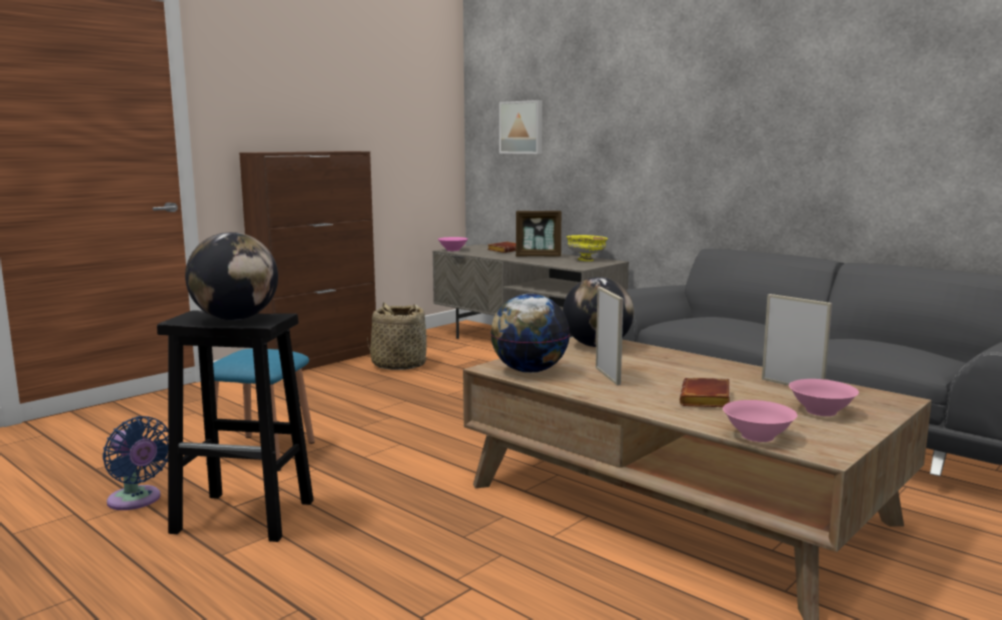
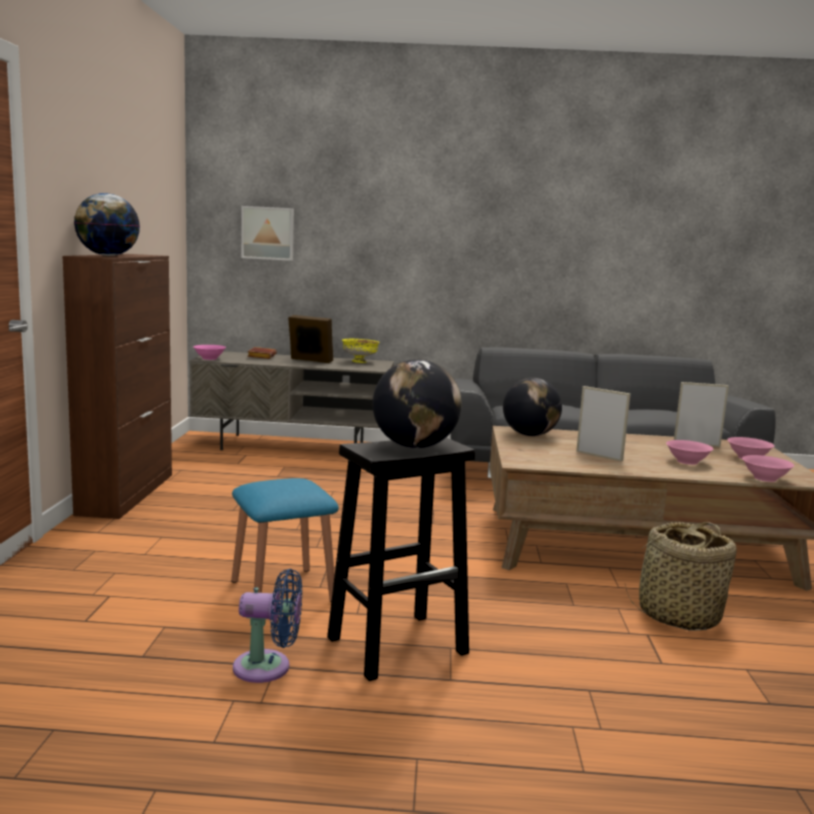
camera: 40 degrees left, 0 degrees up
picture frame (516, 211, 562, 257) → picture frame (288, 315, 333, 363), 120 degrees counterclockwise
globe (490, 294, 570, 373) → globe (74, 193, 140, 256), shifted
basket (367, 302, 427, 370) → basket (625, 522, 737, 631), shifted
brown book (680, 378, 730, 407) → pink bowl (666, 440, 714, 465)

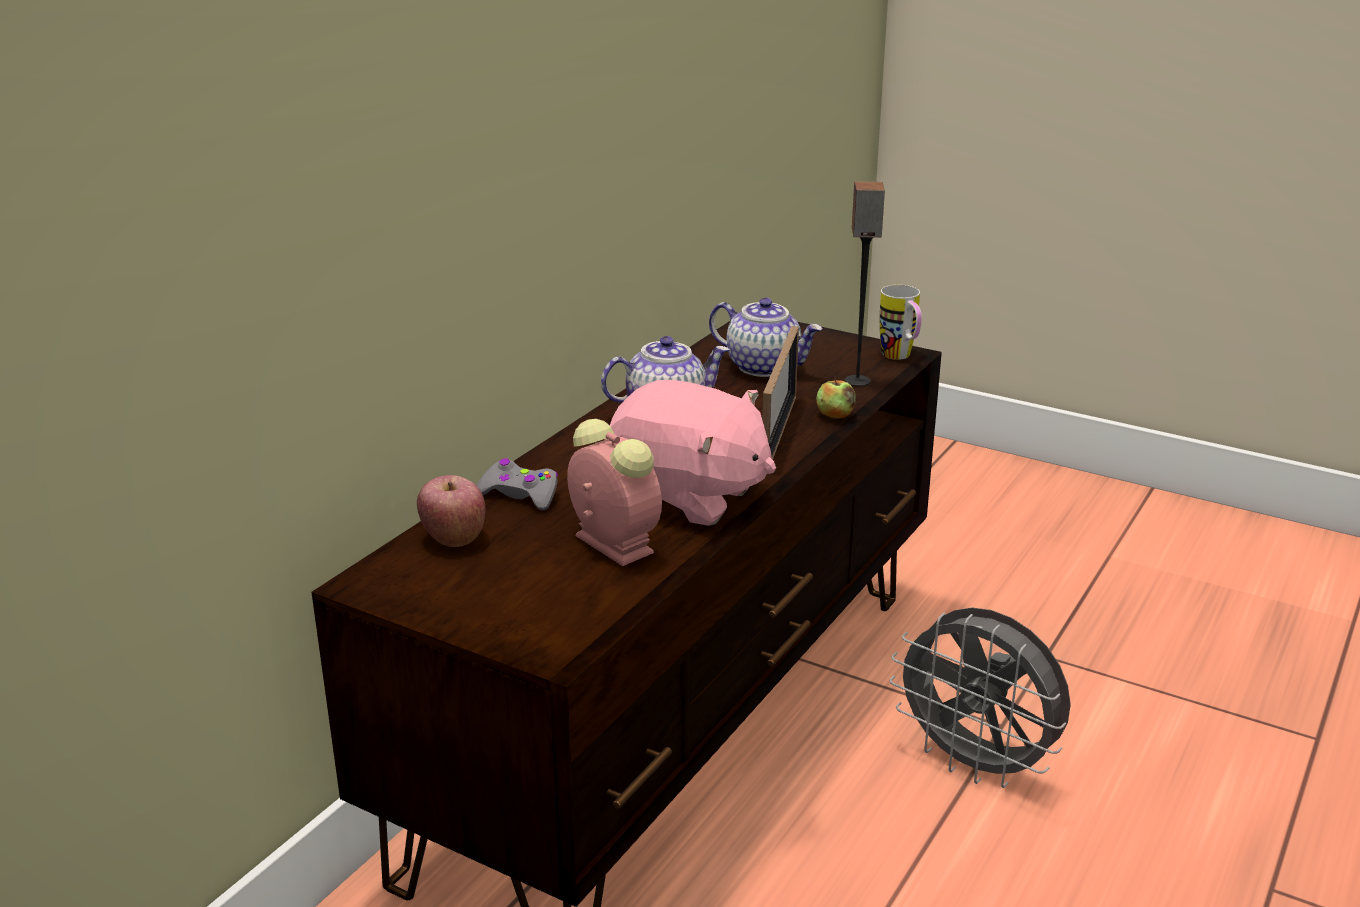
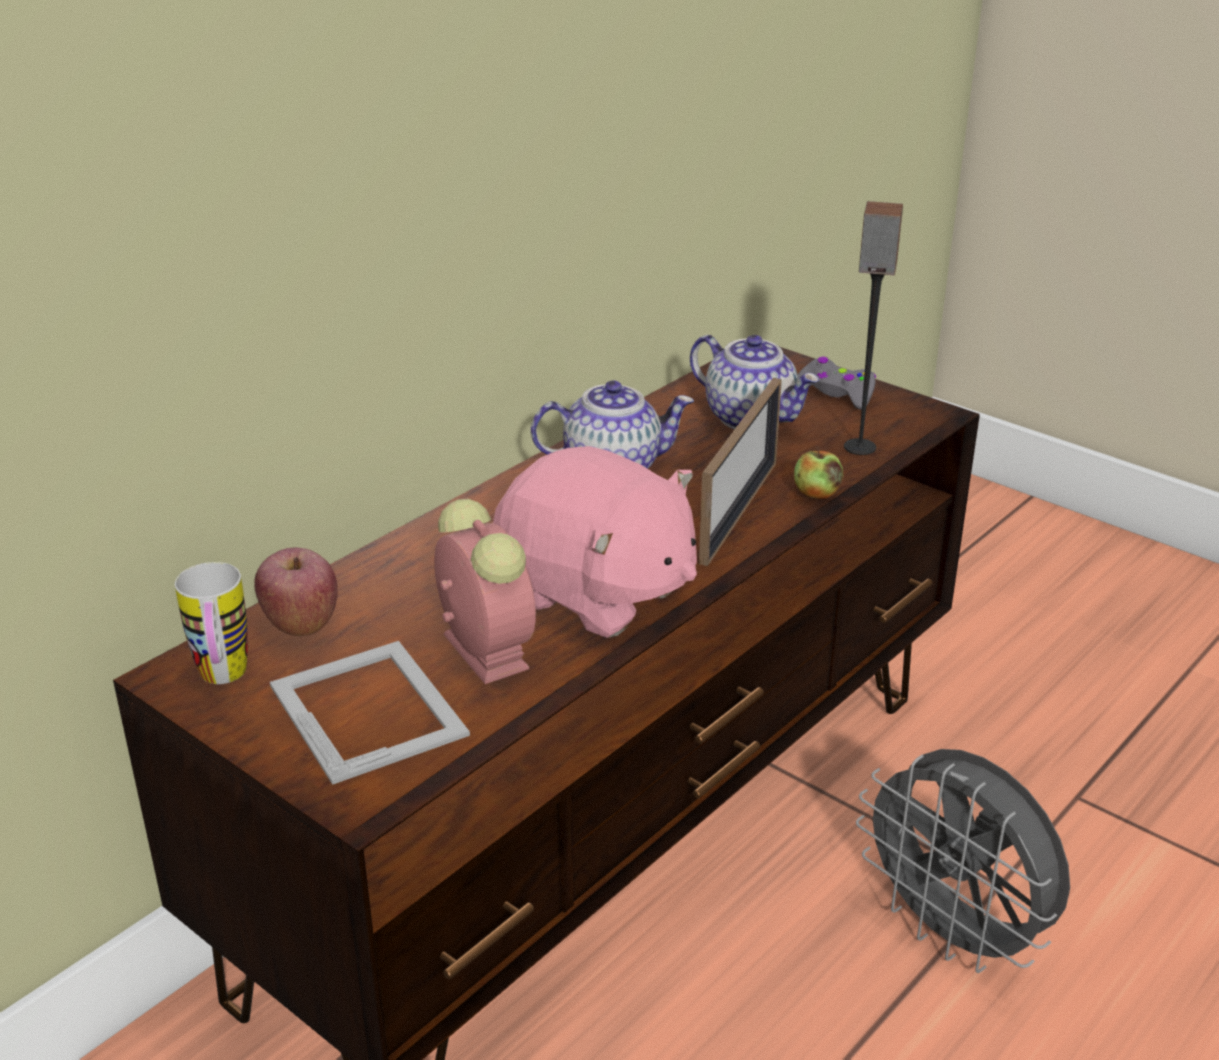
camera: 10 degrees right, 5 degrees up
mug (880, 285, 922, 360) → mug (175, 562, 248, 684), shifted
grey game controller (476, 458, 558, 510) → grey game controller (798, 356, 876, 410), shifted
- → picture frame (270, 641, 470, 785)

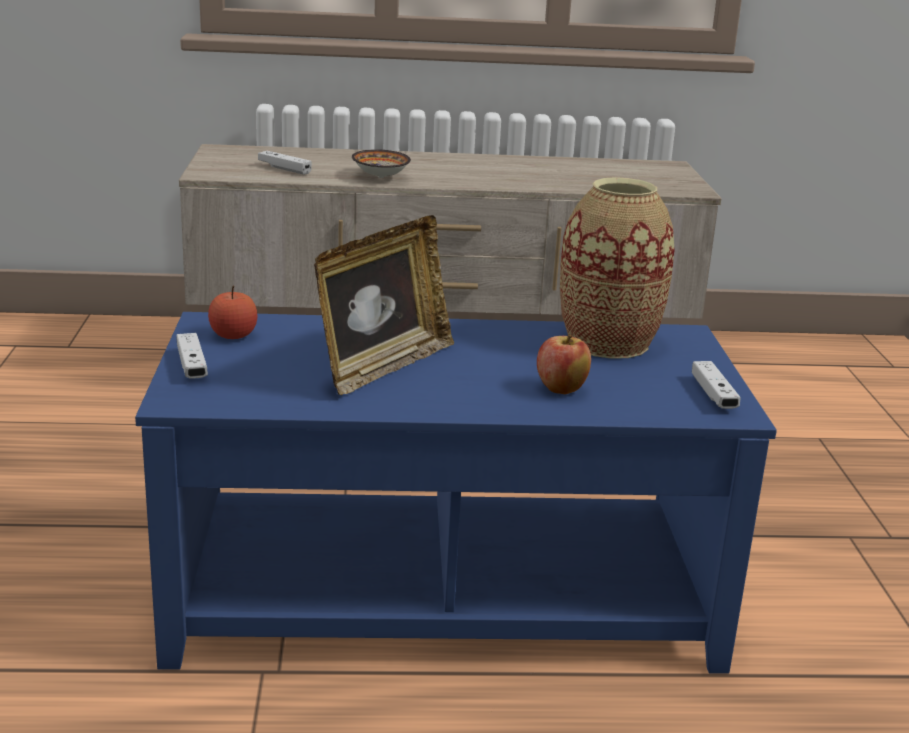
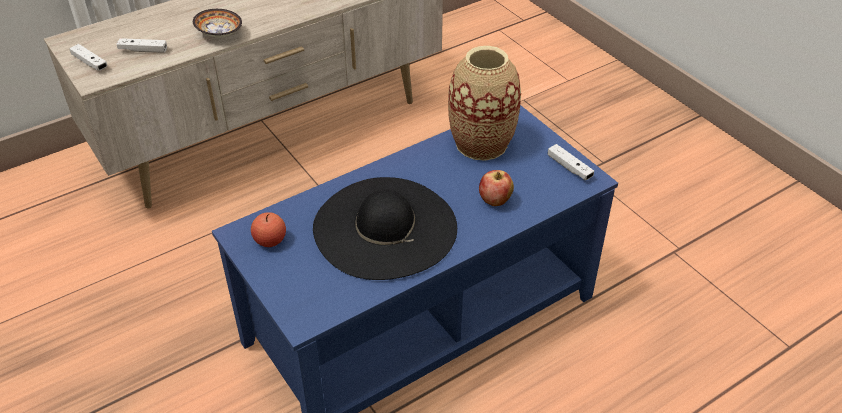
camera: 30 degrees left, 20 degrees up
picture frame (314, 215, 454, 395) → black hat (313, 177, 457, 280)
white game controller (176, 333, 208, 379) → white game controller (69, 44, 108, 71), shifted

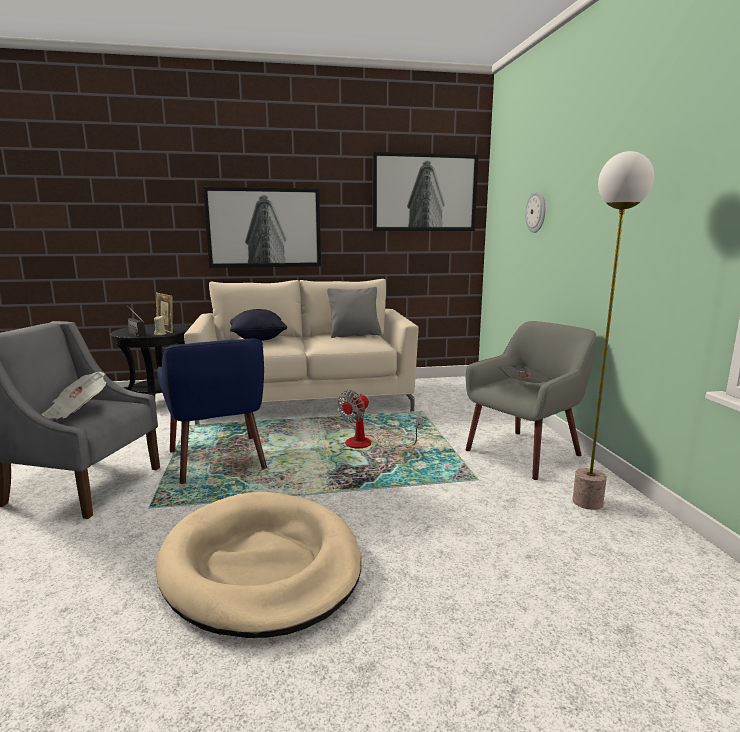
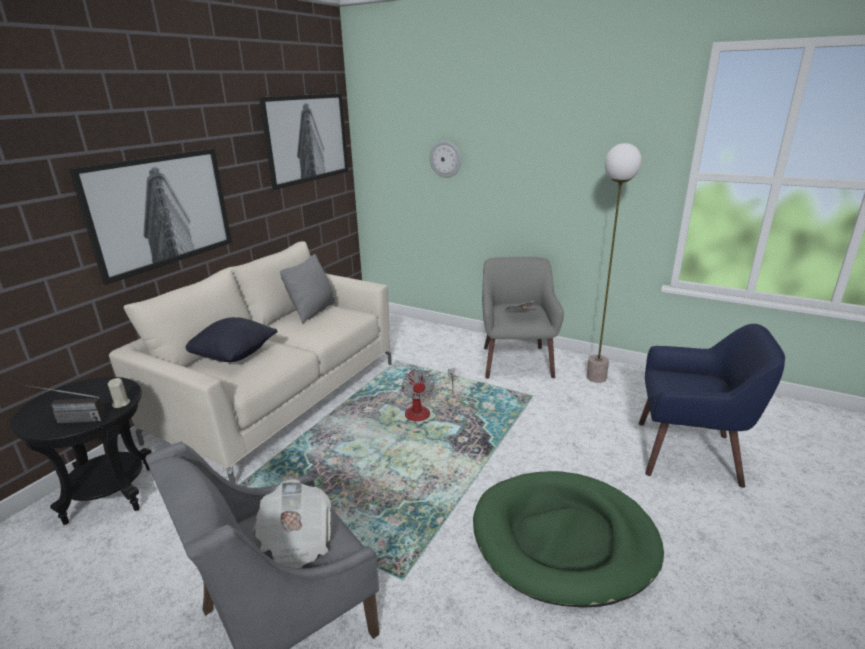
camera: 50 degrees left, 10 degrees up
picture frame (156, 293, 173, 333) → -
blue armchair (157, 339, 267, 484) → blue armchair (639, 324, 785, 488), shifted
beige dog bed (156, 491, 361, 638) → green dog bed (473, 471, 664, 608)

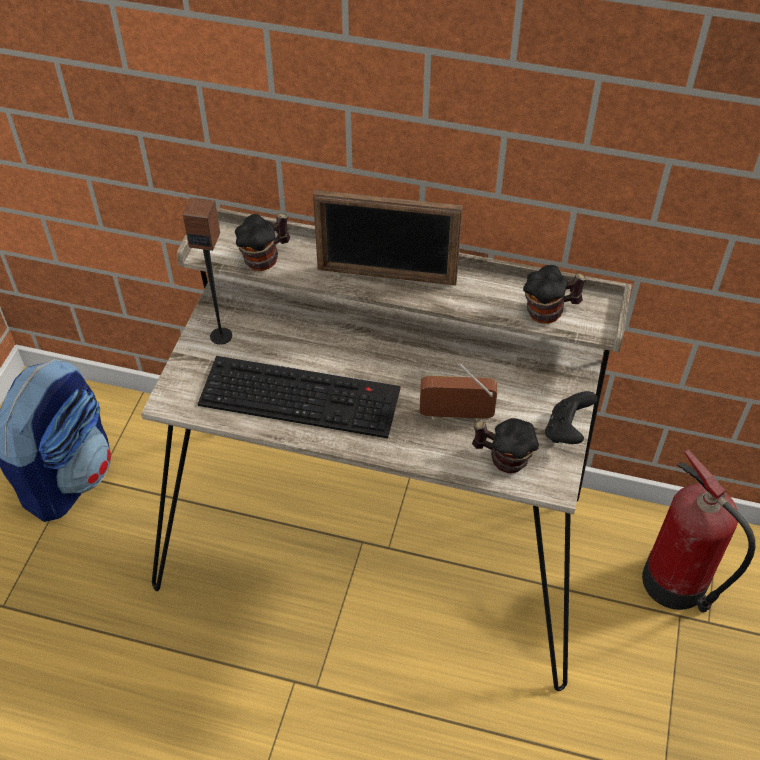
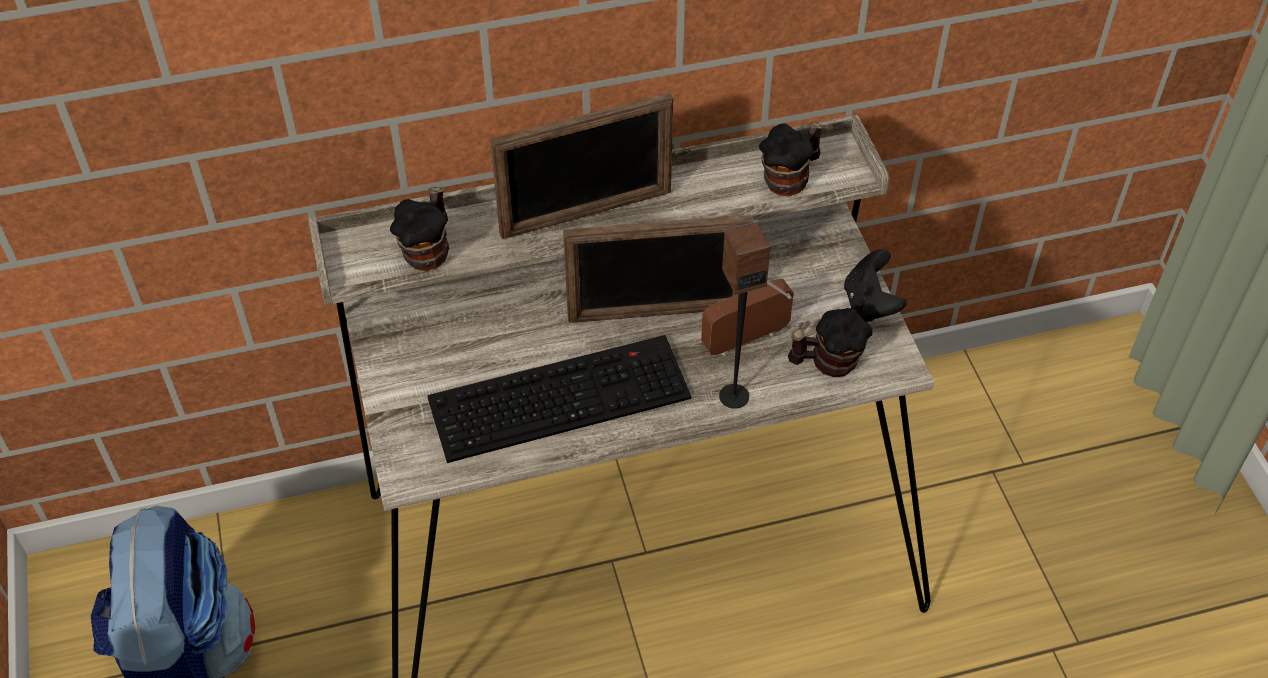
camera: 30 degrees left, 0 degrees up
speaker (183, 197, 232, 345) → speaker (719, 222, 771, 409), shifted
fire extinguisher (642, 450, 755, 612) → -
- → picture frame (563, 215, 753, 323)

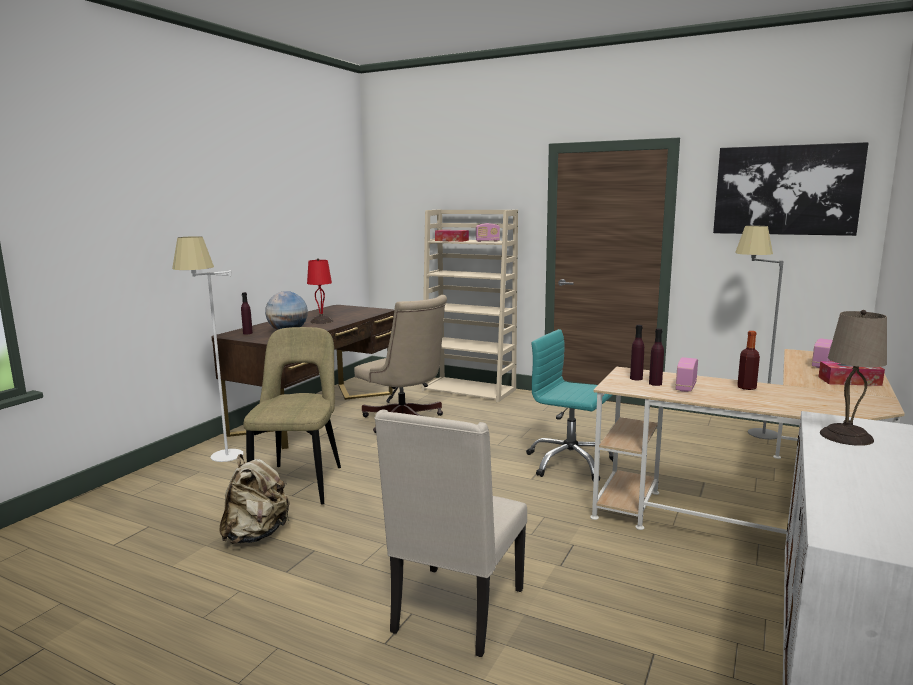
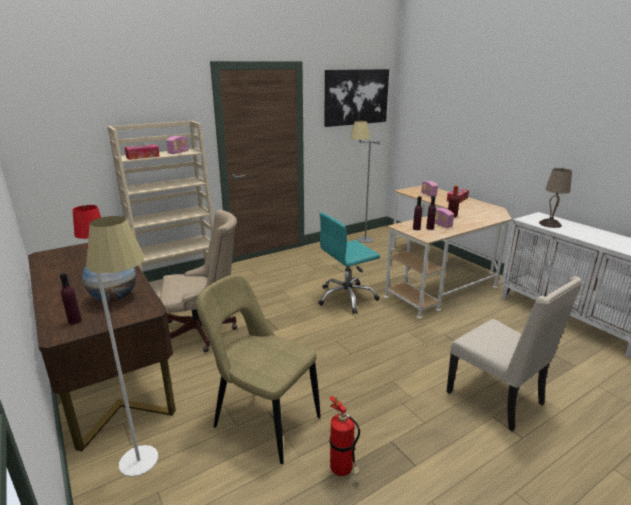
camera: 60 degrees left, 10 degrees up
beige backpack (219, 454, 290, 544) → fire extinguisher (329, 396, 360, 476)

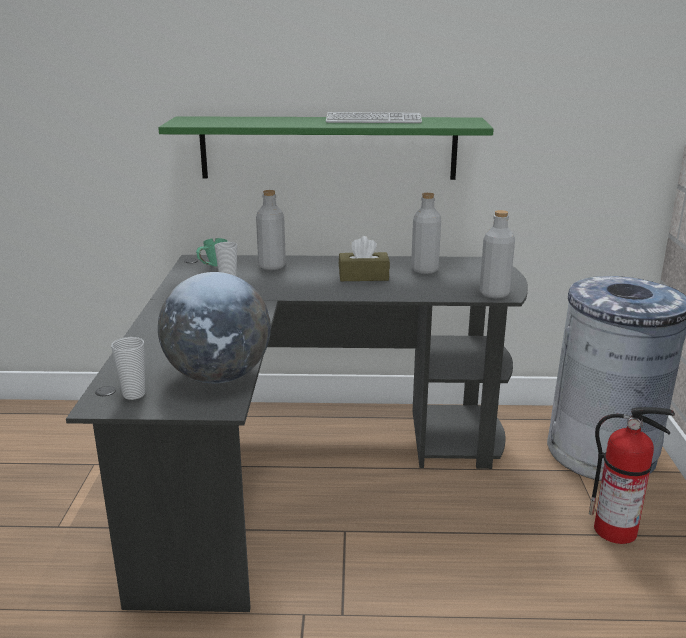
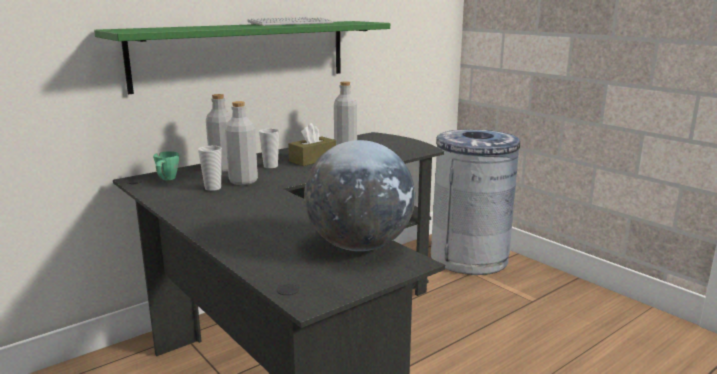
camera: 40 degrees left, 5 degrees down
grey bottle (479, 210, 515, 298) → grey bottle (225, 101, 258, 185), shifted
cup (111, 337, 145, 400) → cup (259, 129, 279, 168), shifted
fire extinguisher (589, 407, 675, 544) → -

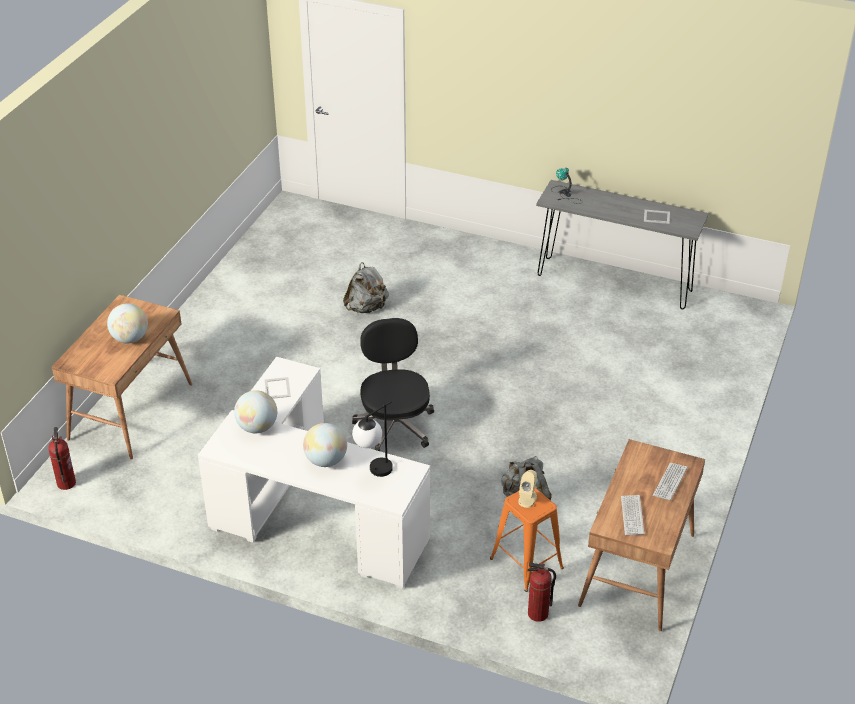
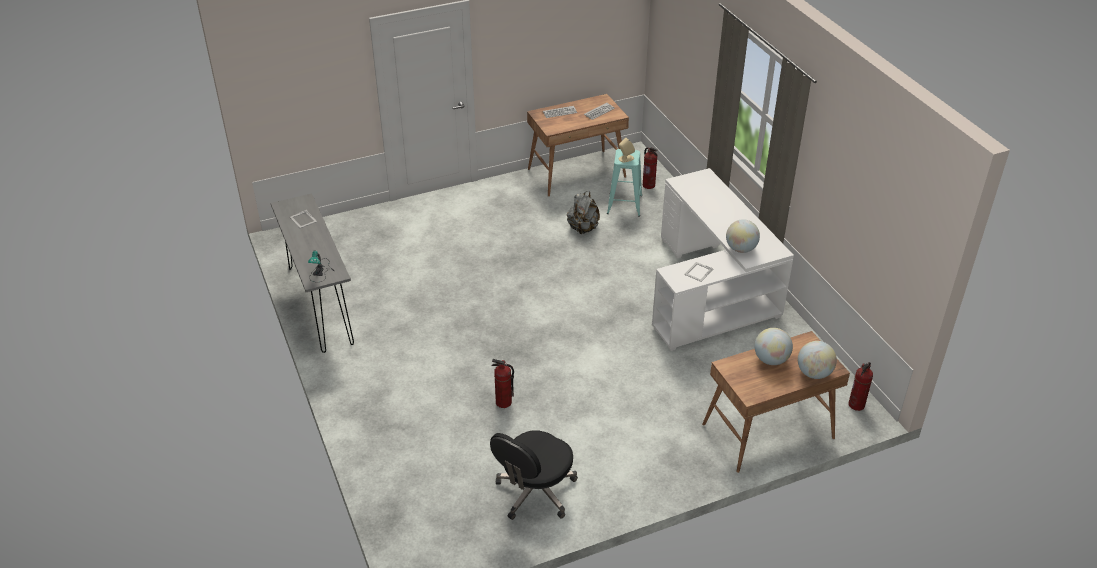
camera: 135 degrees left, 0 degrees up
grey backpack (343, 262, 389, 313) → fire extinguisher (492, 359, 514, 408)
black office chair (352, 318, 434, 451) → black office chair (490, 430, 578, 520), shifted
table lamp (352, 401, 393, 477) → -
globe (303, 423, 347, 467) → globe (798, 341, 837, 379), shifted
orange stool (490, 488, 564, 592) → turquoise stool (607, 149, 642, 217)

